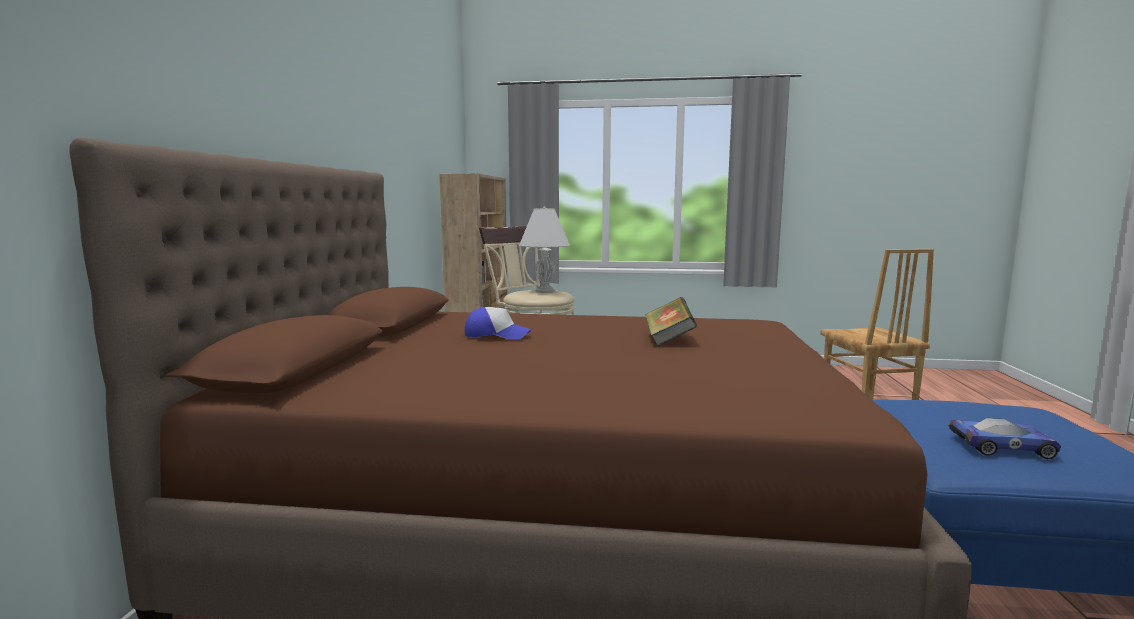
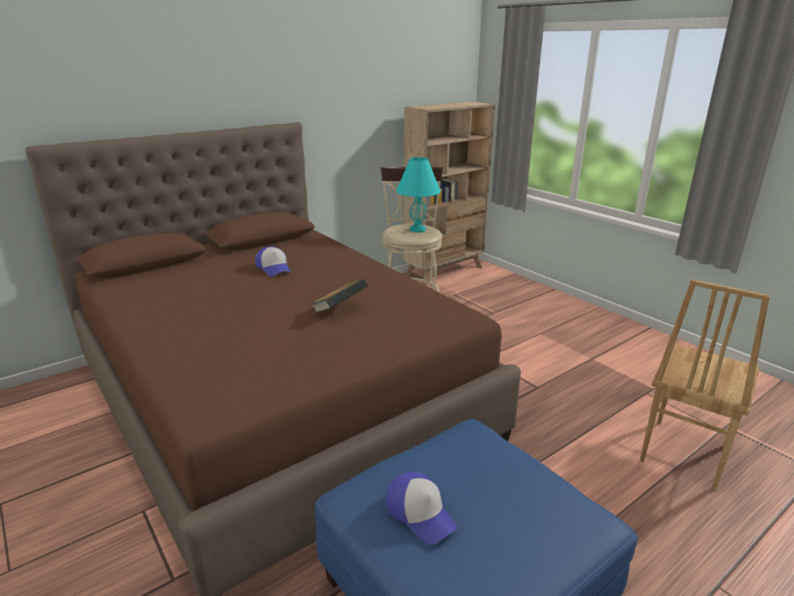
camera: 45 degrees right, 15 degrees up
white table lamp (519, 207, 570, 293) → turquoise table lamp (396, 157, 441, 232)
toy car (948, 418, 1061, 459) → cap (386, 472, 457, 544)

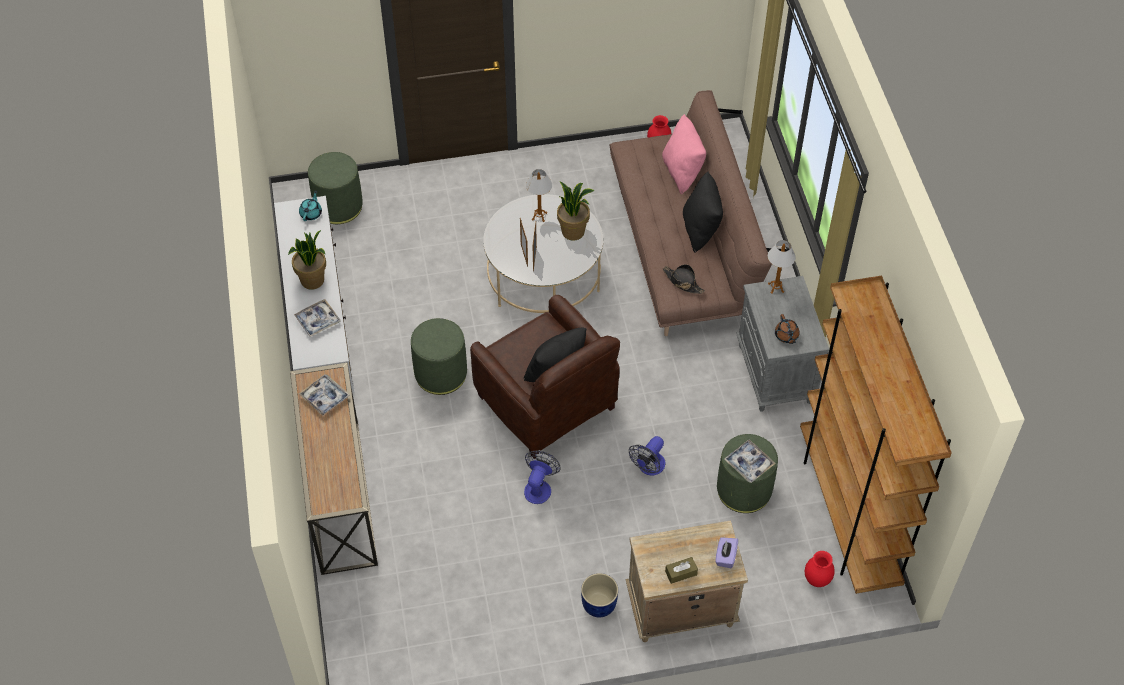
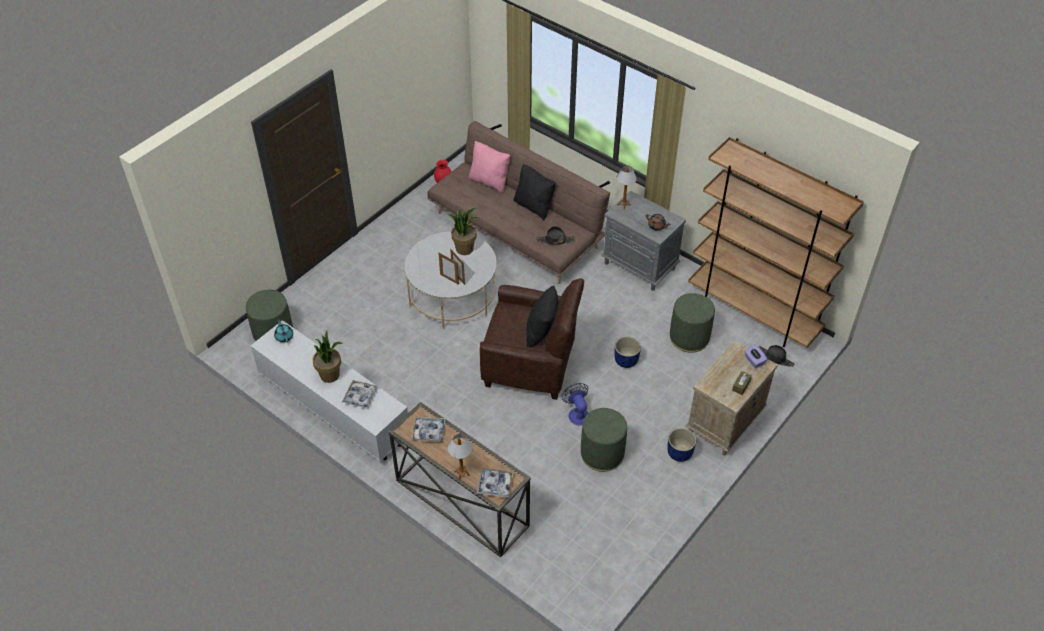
camera: 40 degrees left, 5 degrees down
table lamp (526, 169, 552, 222) → table lamp (448, 434, 473, 480), shifted
green ottoman (411, 318, 467, 395) → green ottoman (581, 408, 627, 472), shifted
fan (629, 436, 665, 476) → blue planter (614, 336, 641, 368)
tray (724, 440, 776, 483) → tray (477, 468, 514, 498), shifted
red vase (805, 551, 835, 587) → black hat (759, 345, 795, 367)

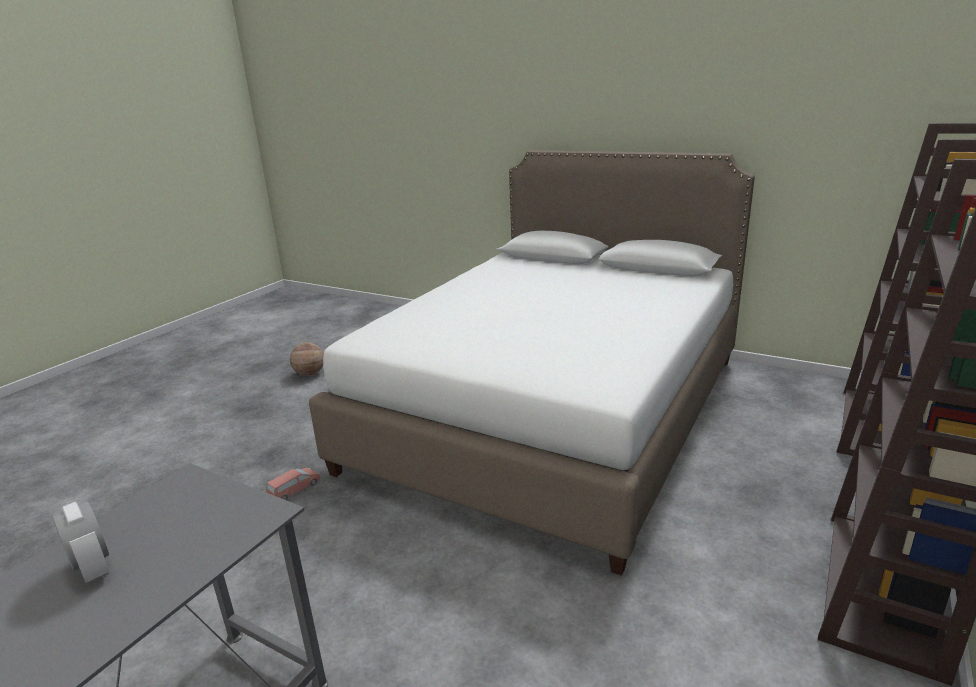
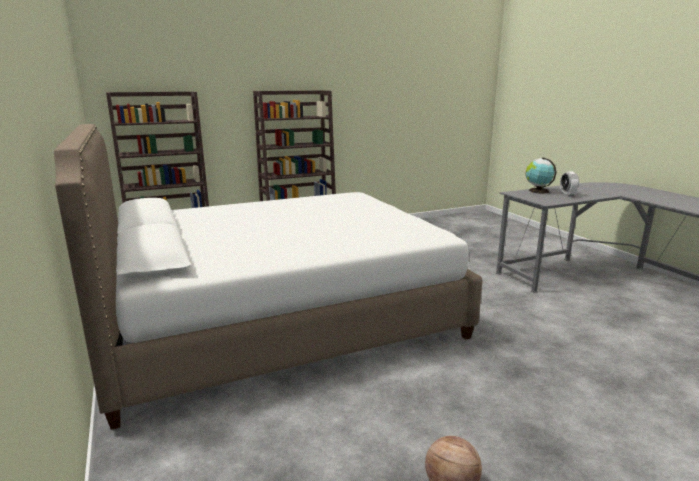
camera: 145 degrees left, 5 degrees down
pink toy car (266, 467, 320, 500) → -
- → globe (526, 157, 557, 194)

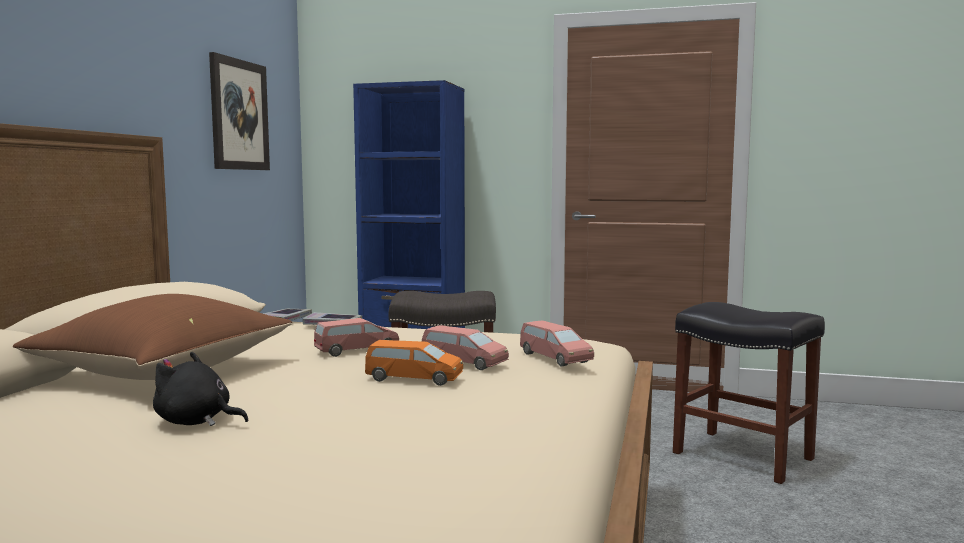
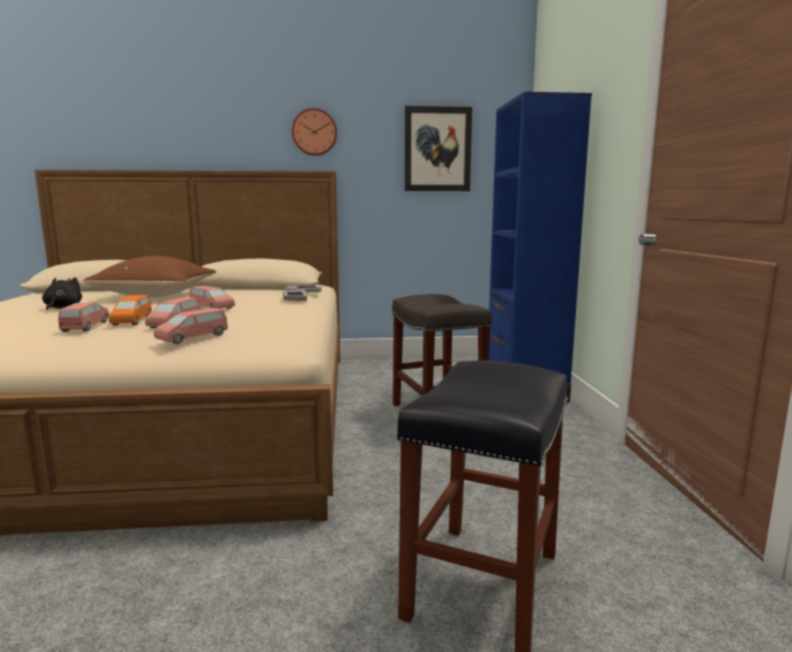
camera: 70 degrees right, 5 degrees up
- → wall clock (292, 108, 337, 156)
- → pink toy car (58, 303, 109, 332)

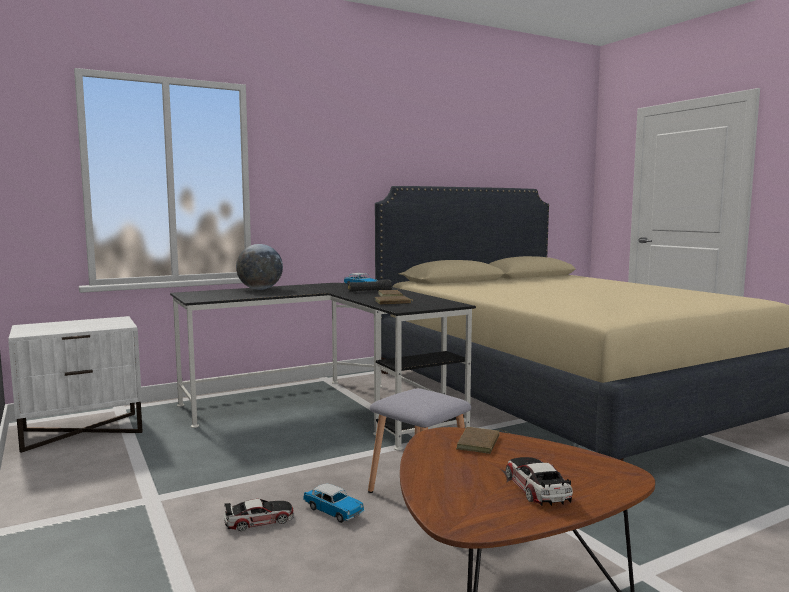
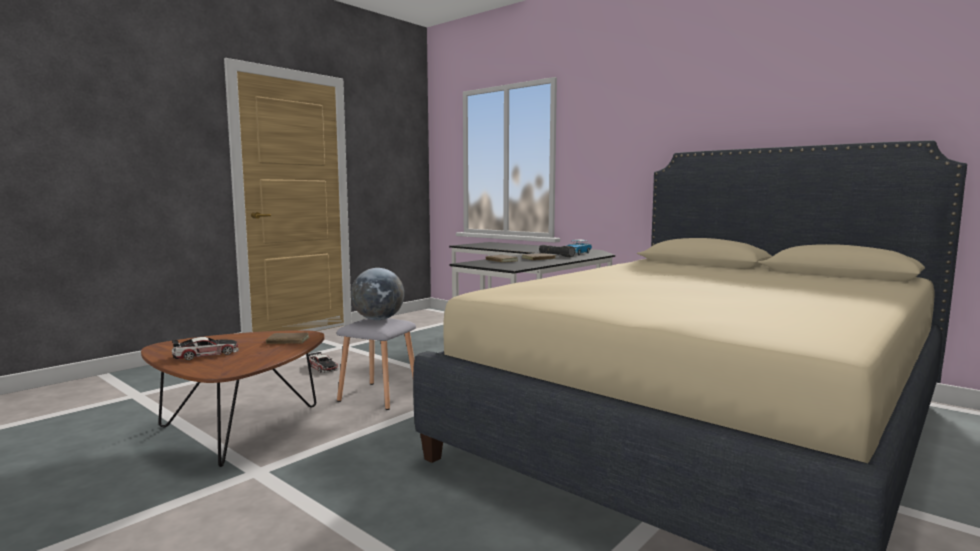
camera: 70 degrees right, 0 degrees up
globe (236, 244, 283, 290) → globe (351, 268, 404, 320), shifted
white nightstand (8, 316, 143, 453) → -
toy car (303, 483, 365, 523) → -

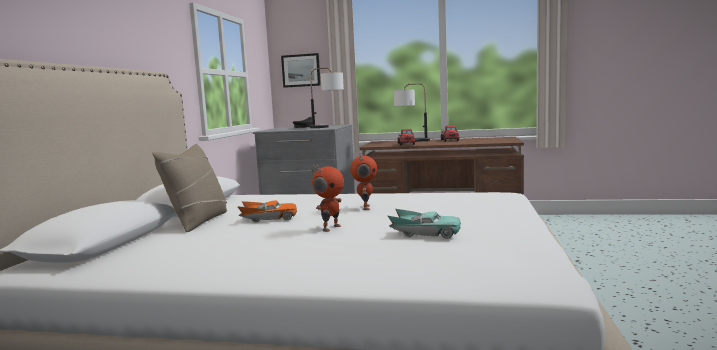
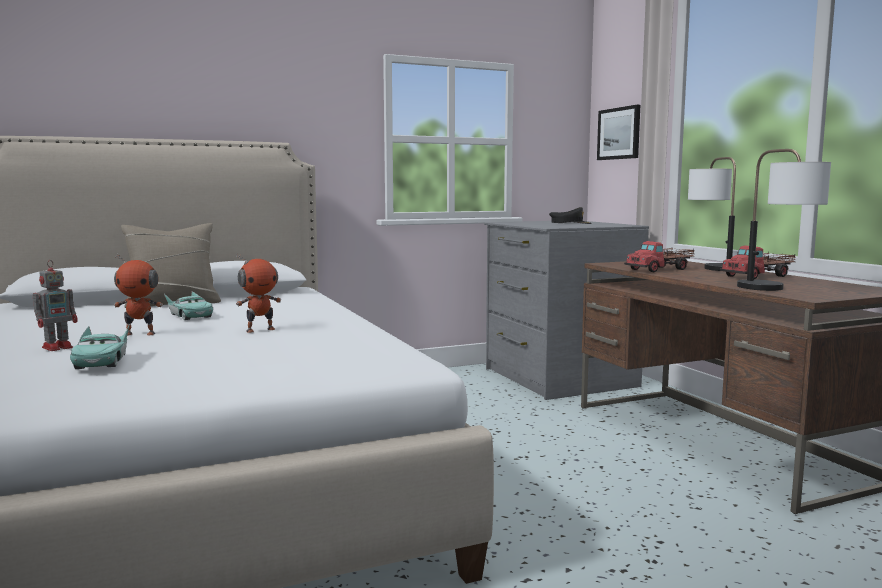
camera: 55 degrees right, 0 degrees up
table lamp (310, 68, 344, 128) → table lamp (737, 149, 831, 291), shifted
orange toy car (237, 201, 297, 222) → turquoise toy car (164, 291, 213, 320)
- → toy robot (33, 260, 78, 351)

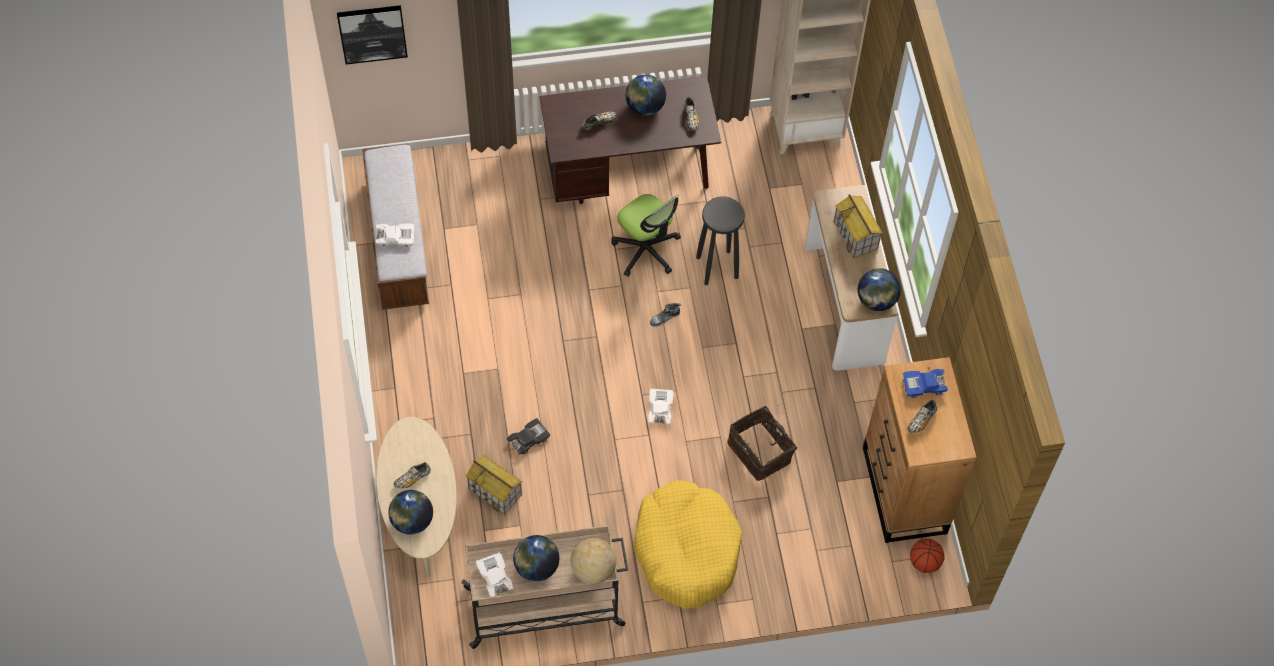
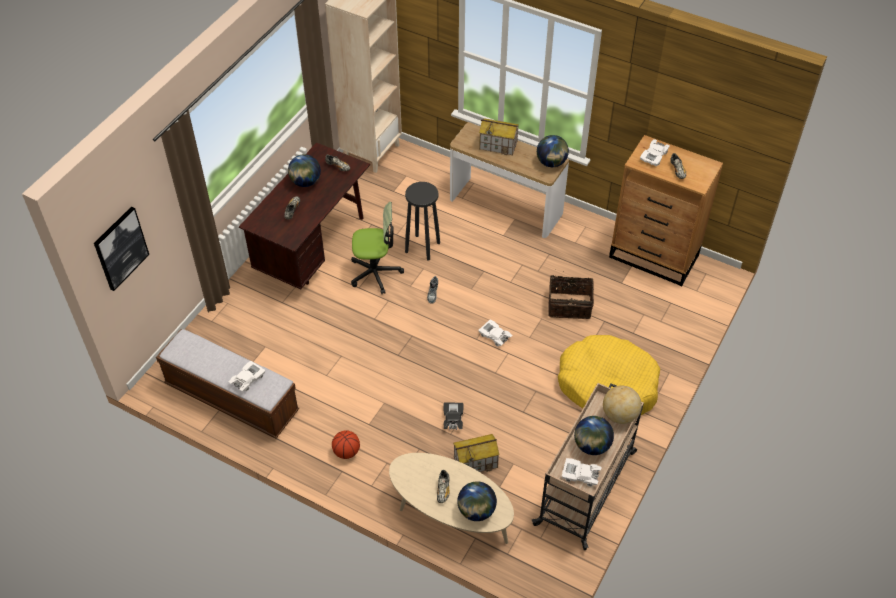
camera: 50 degrees left, 10 degrees down
blue toy car (903, 369, 948, 398) → white toy car (640, 139, 670, 166)
basketball (910, 539, 945, 573) → basketball (332, 430, 360, 459), shifted

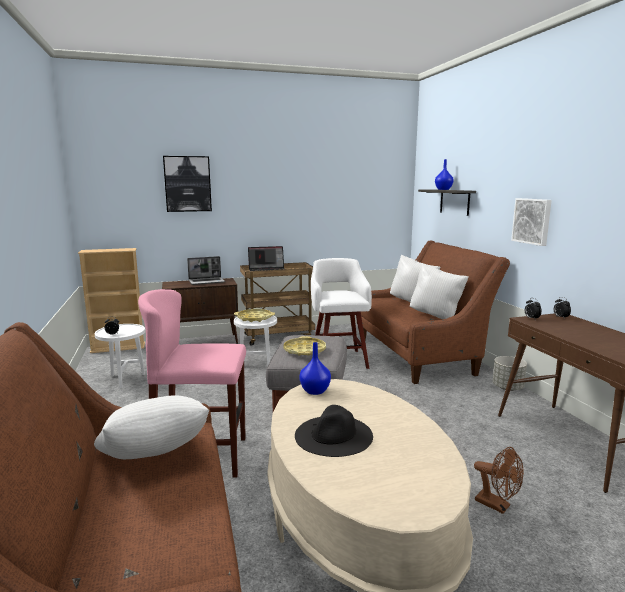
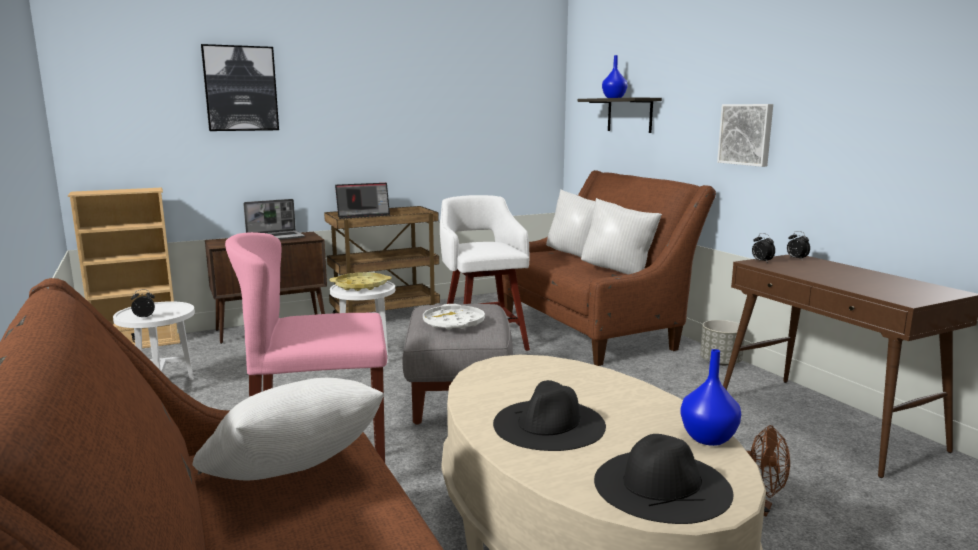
camera: 10 degrees left, 0 degrees up
yellow tray (284, 336, 326, 355) → white tray (423, 304, 485, 330)
blue vase (299, 342, 331, 395) → blue vase (680, 349, 741, 446), shifted
- → black hat (594, 434, 733, 524)

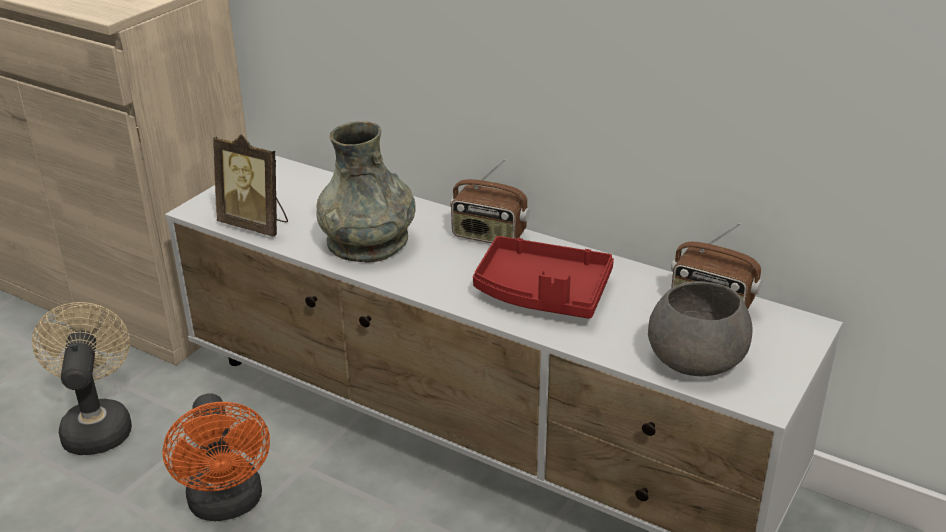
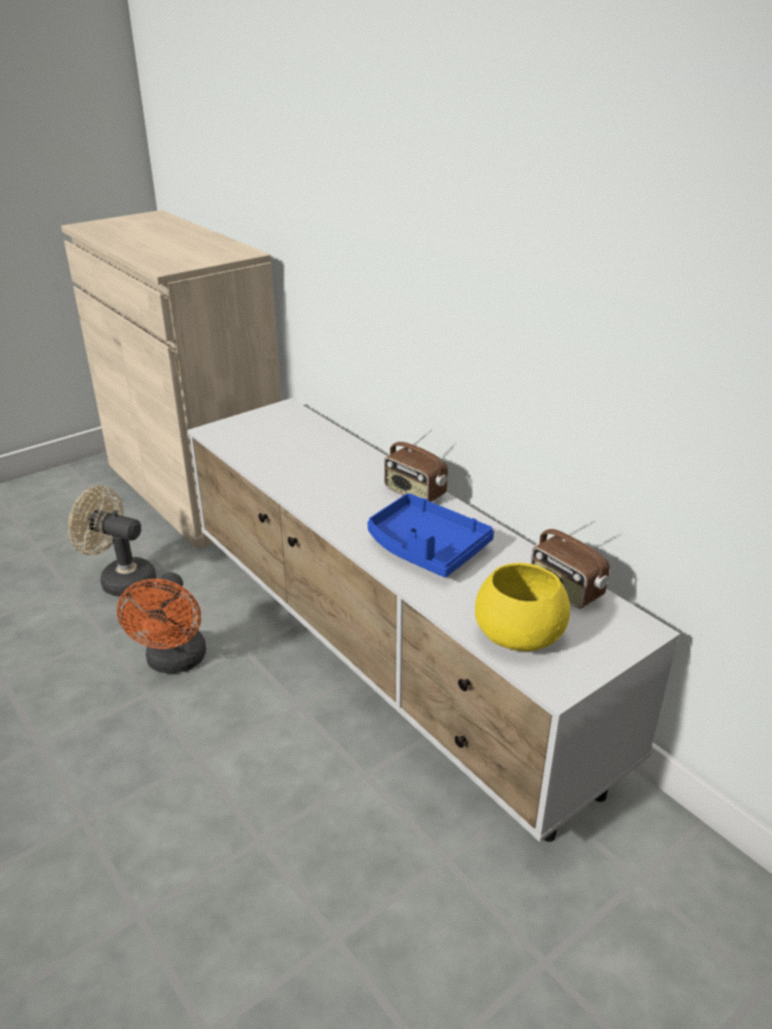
camera: 20 degrees right, 0 degrees up
grey vase (316, 121, 416, 263) → -
picture frame (213, 134, 288, 237) → -
red tray (473, 236, 614, 319) → blue tray (367, 493, 494, 577)
grey bowl (648, 281, 753, 376) → yellow bowl (475, 563, 570, 651)
beige fan (32, 302, 132, 455) → beige fan (68, 486, 156, 597), 75 degrees counterclockwise

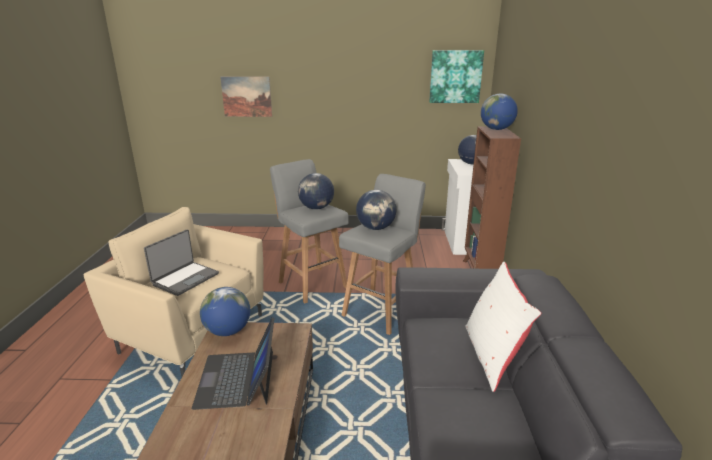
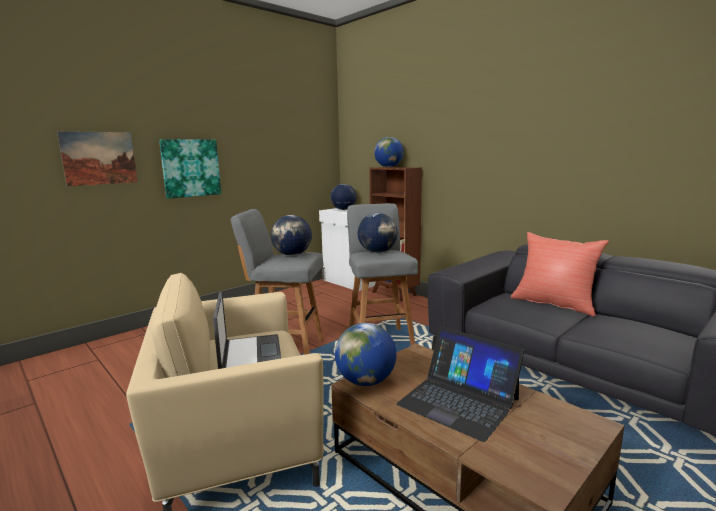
camera: 45 degrees left, 10 degrees down
picture (429, 50, 484, 103) → picture (159, 139, 221, 199), shifted
white pillow (466, 262, 541, 392) → red pillow (511, 232, 609, 317)

